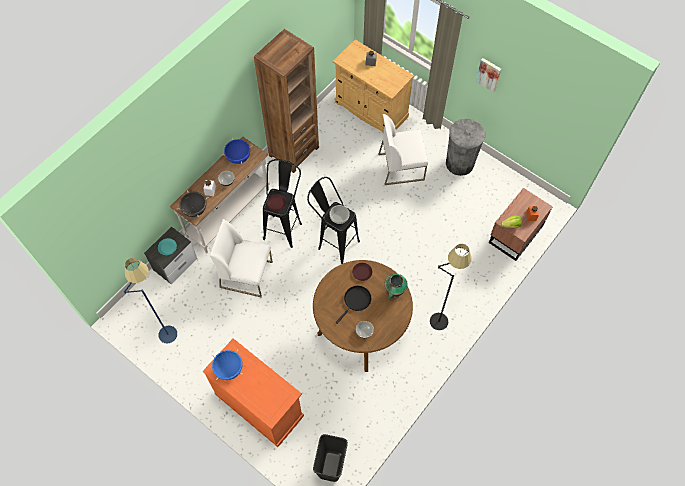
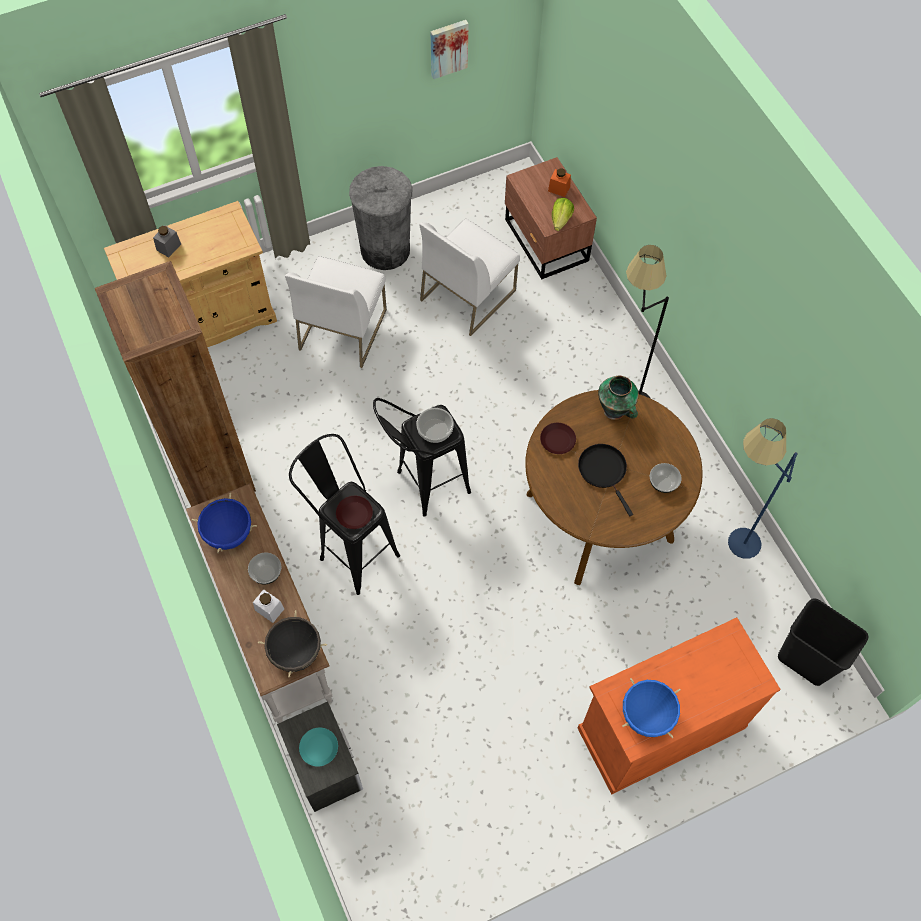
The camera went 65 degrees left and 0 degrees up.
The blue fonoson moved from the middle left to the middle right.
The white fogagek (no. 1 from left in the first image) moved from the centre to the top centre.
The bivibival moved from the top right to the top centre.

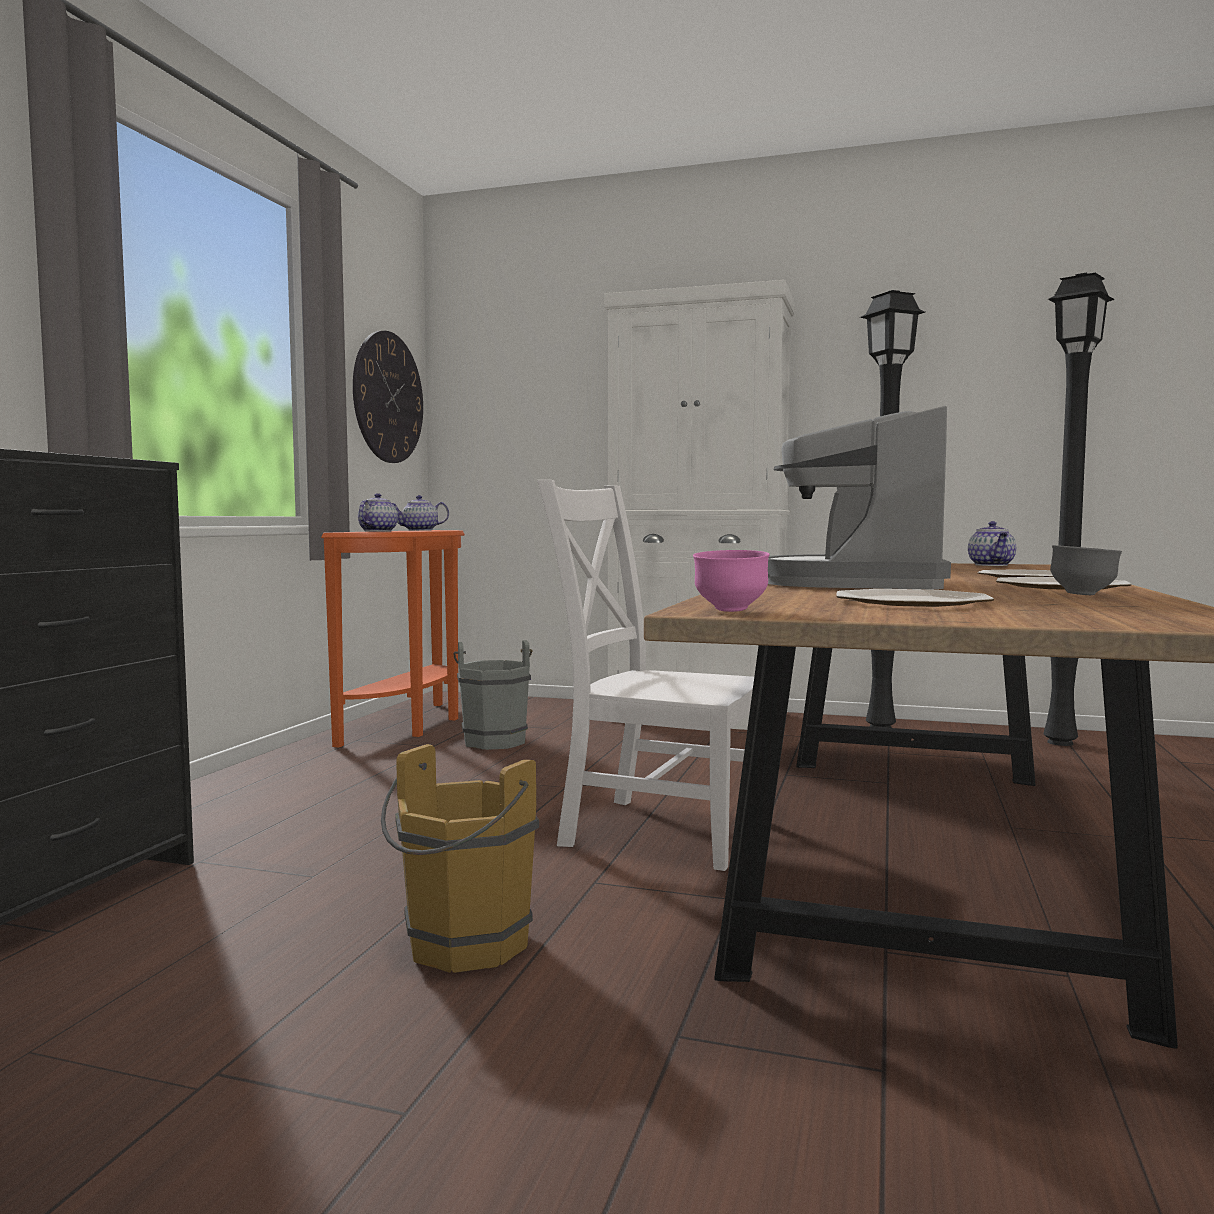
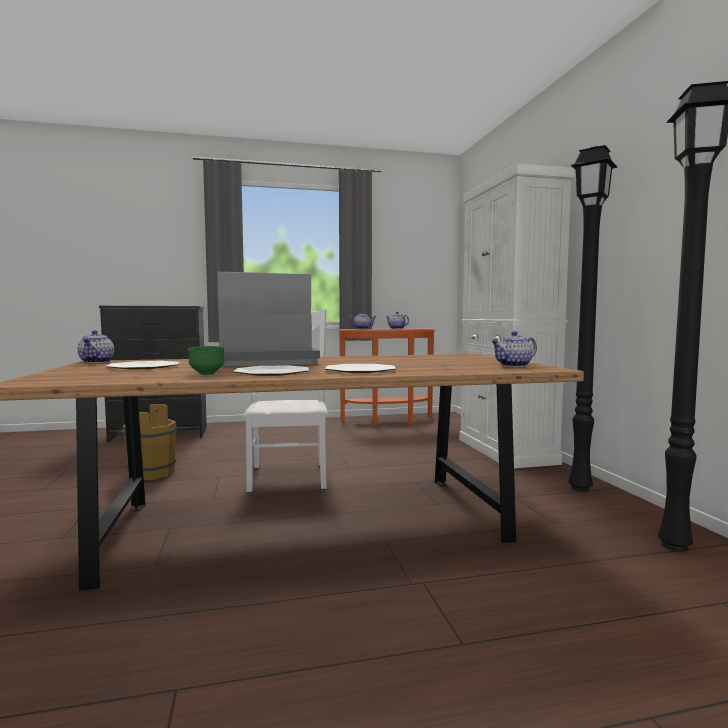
The camera went 60 degrees right and 0 degrees up.
The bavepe at the top left disappeared.
The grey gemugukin at the centre disappeared.
The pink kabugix at the centre was replaced by the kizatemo (no. 1 from left) at the middle left.
The grey kabugix at the middle right became the green kabugix at the middle left.

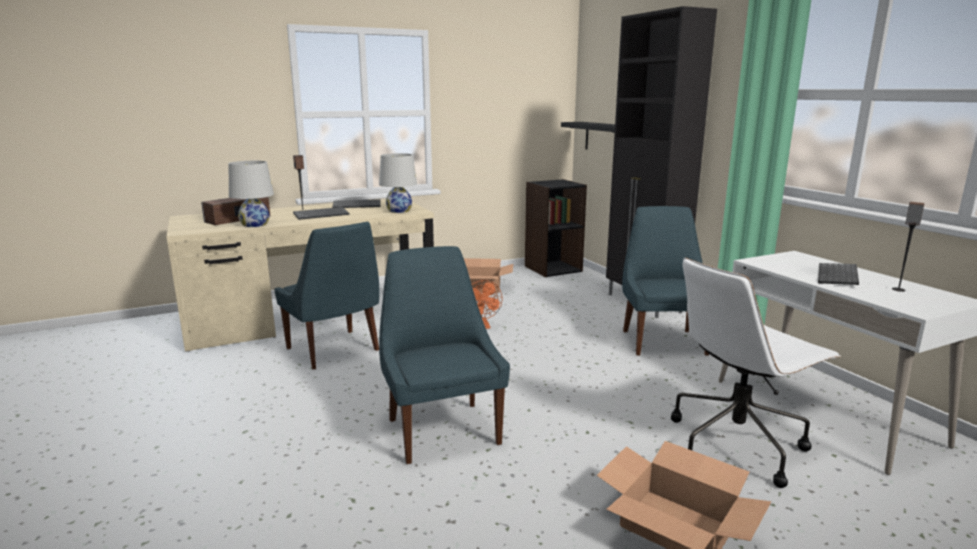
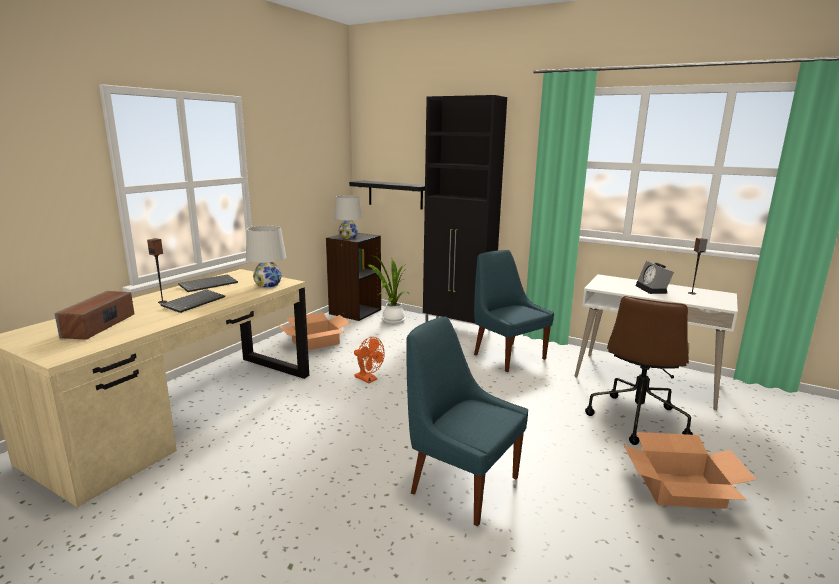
The camera went 35 degrees left and 0 degrees up.
The blue fogagek (no. 1 from left) at the centre disappeared.
The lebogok at the centre appeared.
The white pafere (no. 1 from left in the first image) moved from the middle left to the centre.
The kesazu (no. 3 from left) at the middle right was replaced by the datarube at the middle right.
The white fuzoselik at the bottom right became the brown fuzoselik at the middle right.

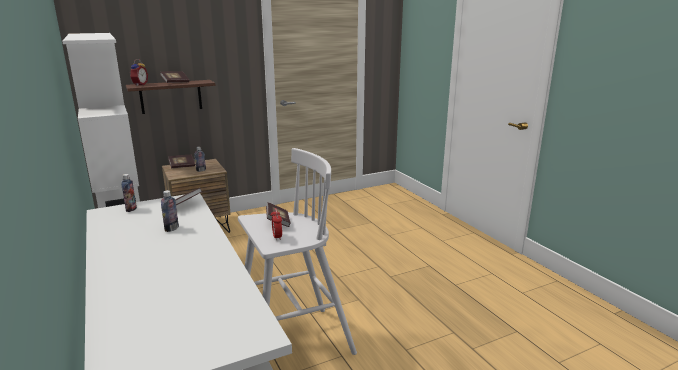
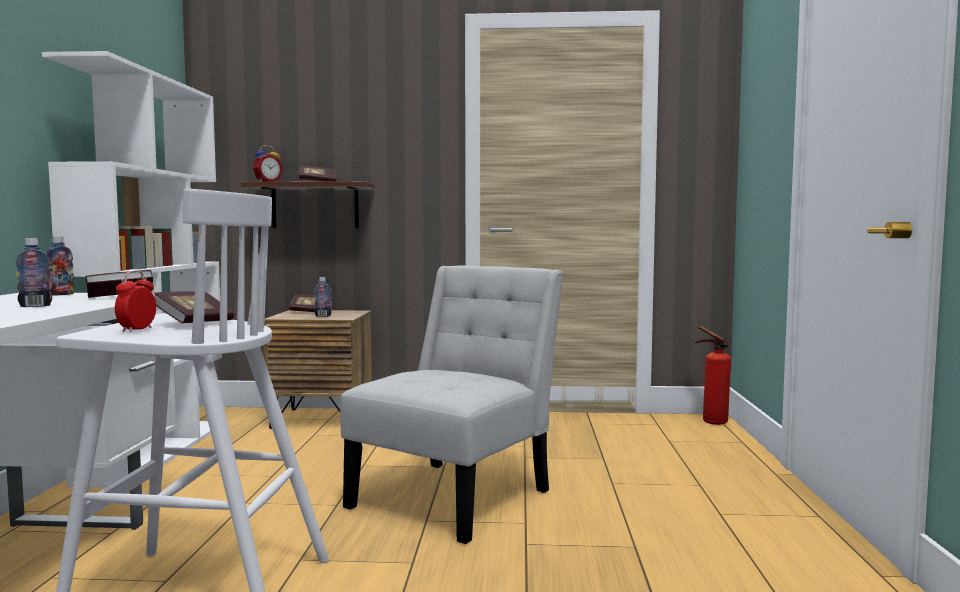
The camera went 30 degrees right and 15 degrees down.
The white fogagek at the bottom centre appeared.
The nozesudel at the middle right appeared.

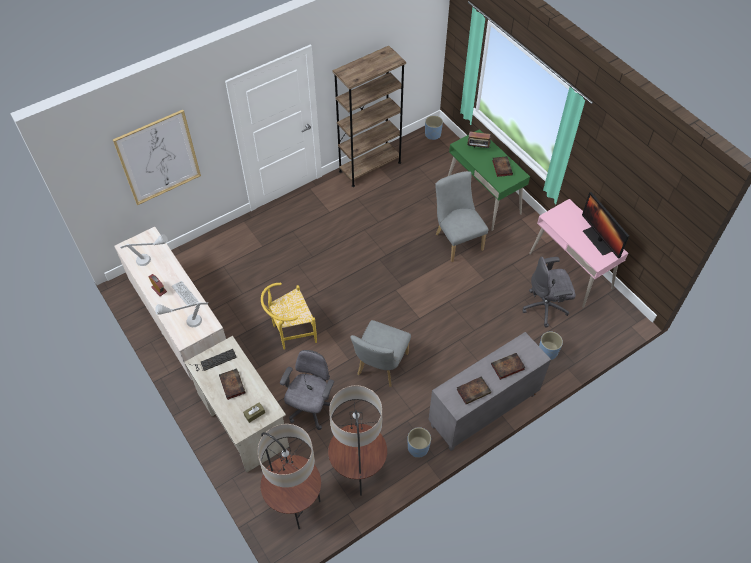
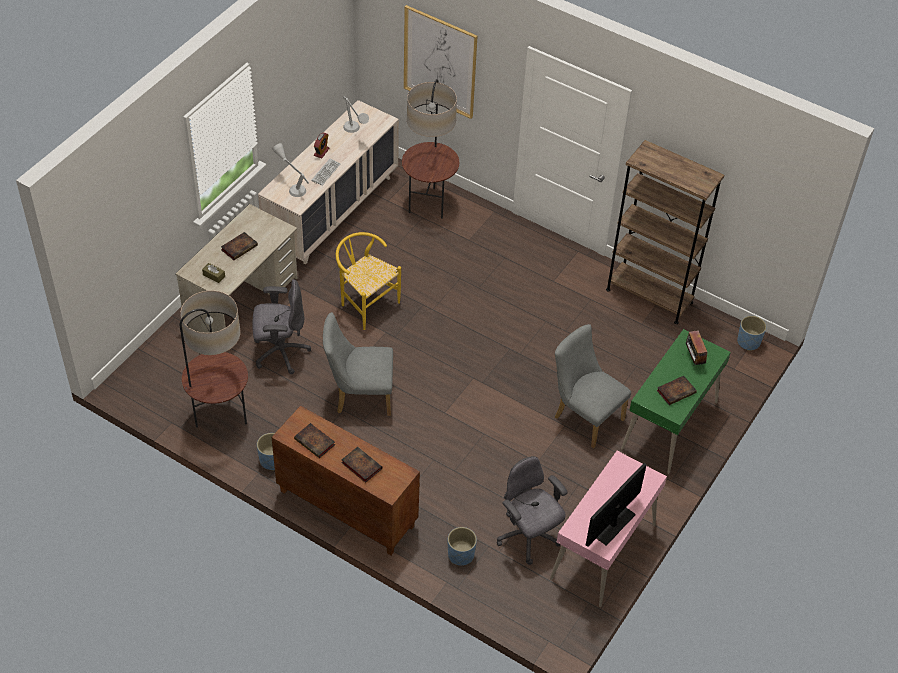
The camera went 65 degrees right and 5 degrees down.
The kesazu (no. 2 from left) at the middle left disappeared.
The fonoson (no. 1 from left in the first image) moved from the bottom centre to the top centre.
The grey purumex at the bottom centre became the brown purumex at the bottom centre.
The grey fogagek (no. 2 from left) at the centre turned 90 degrees counterclockwise.

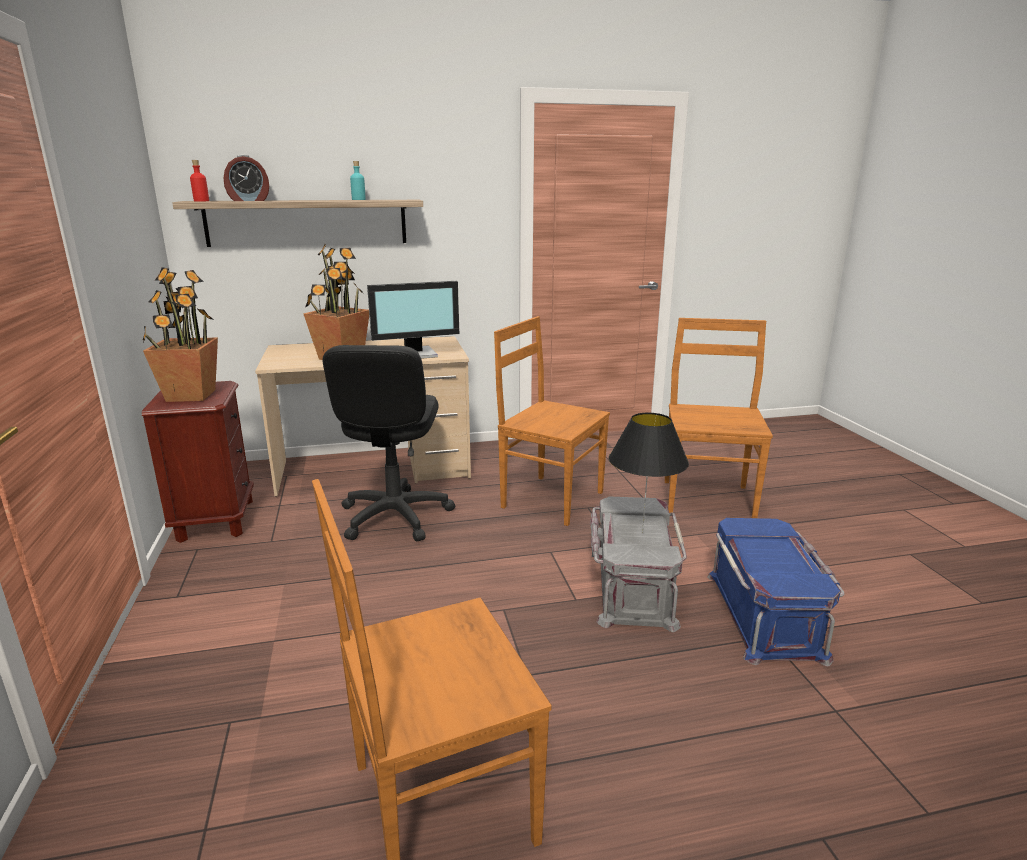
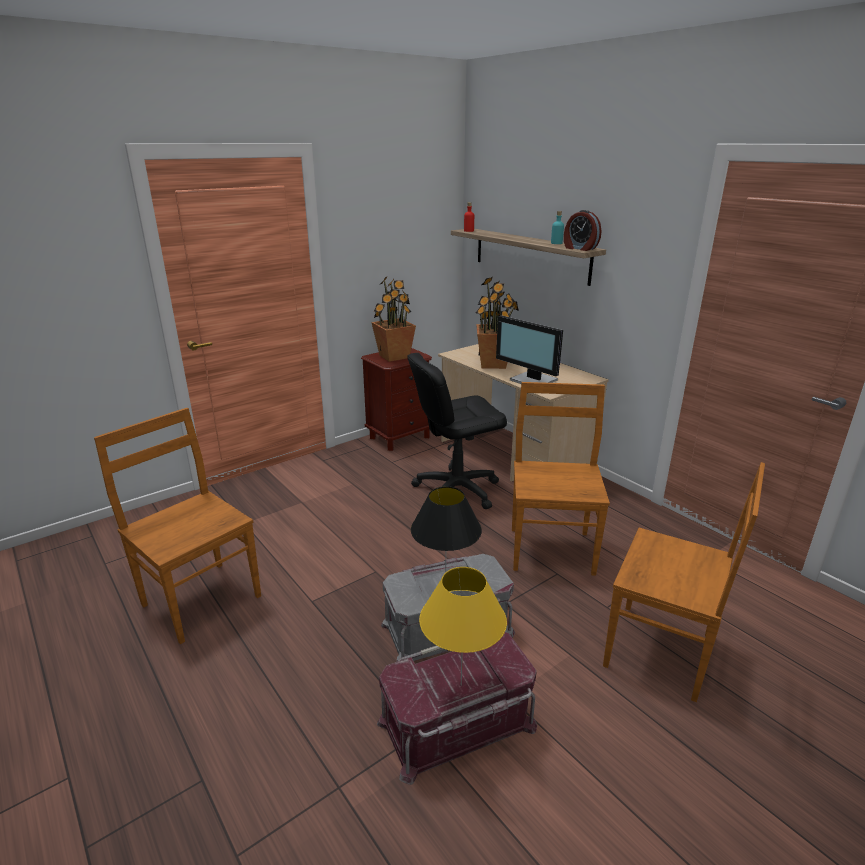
The camera went 65 degrees right and 5 degrees up.
The yellow pafere at the bottom centre appeared.
The datarube moved from the top left to the top right.
The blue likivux at the bottom right became the red likivux at the bottom centre.
The brown fogagek (no. 3 from left) at the middle right turned 45 degrees clockwise.

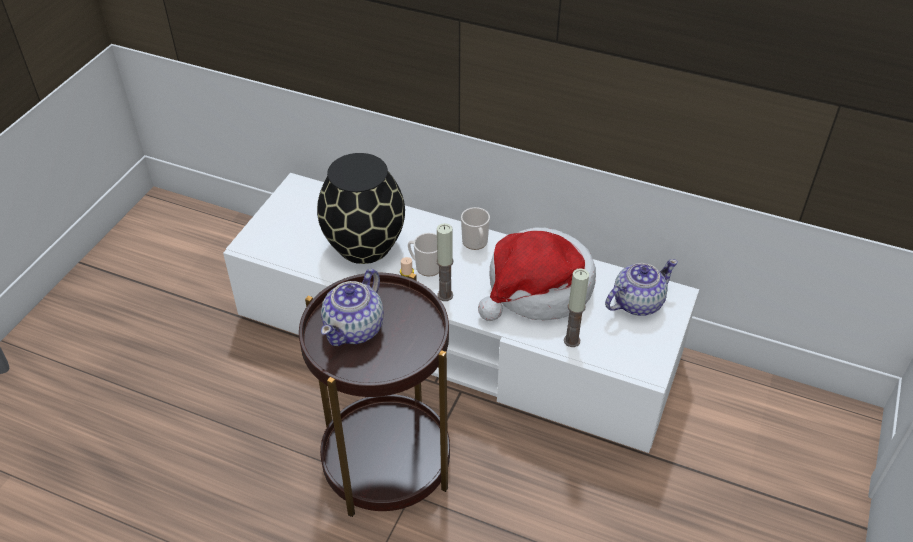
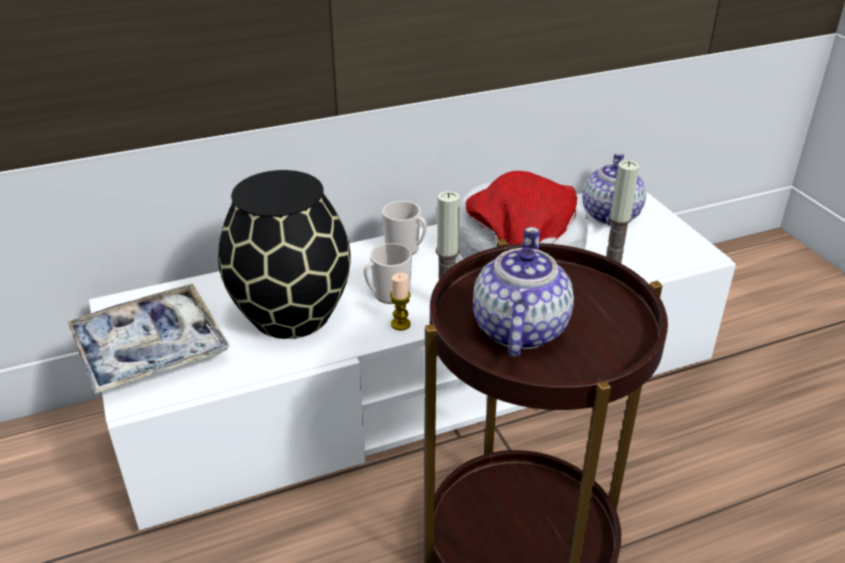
The camera went 45 degrees left and 10 degrees down.
The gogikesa at the middle left appeared.
The kizatemo (no. 1 from left) at the centre turned 150 degrees counterclockwise.

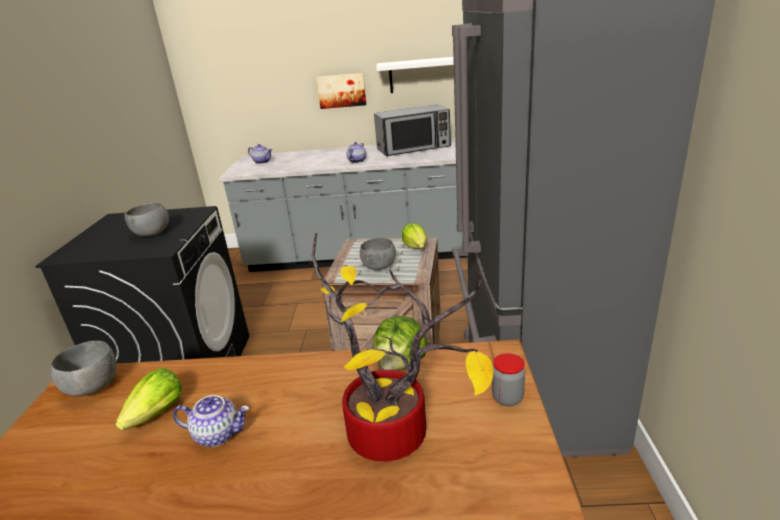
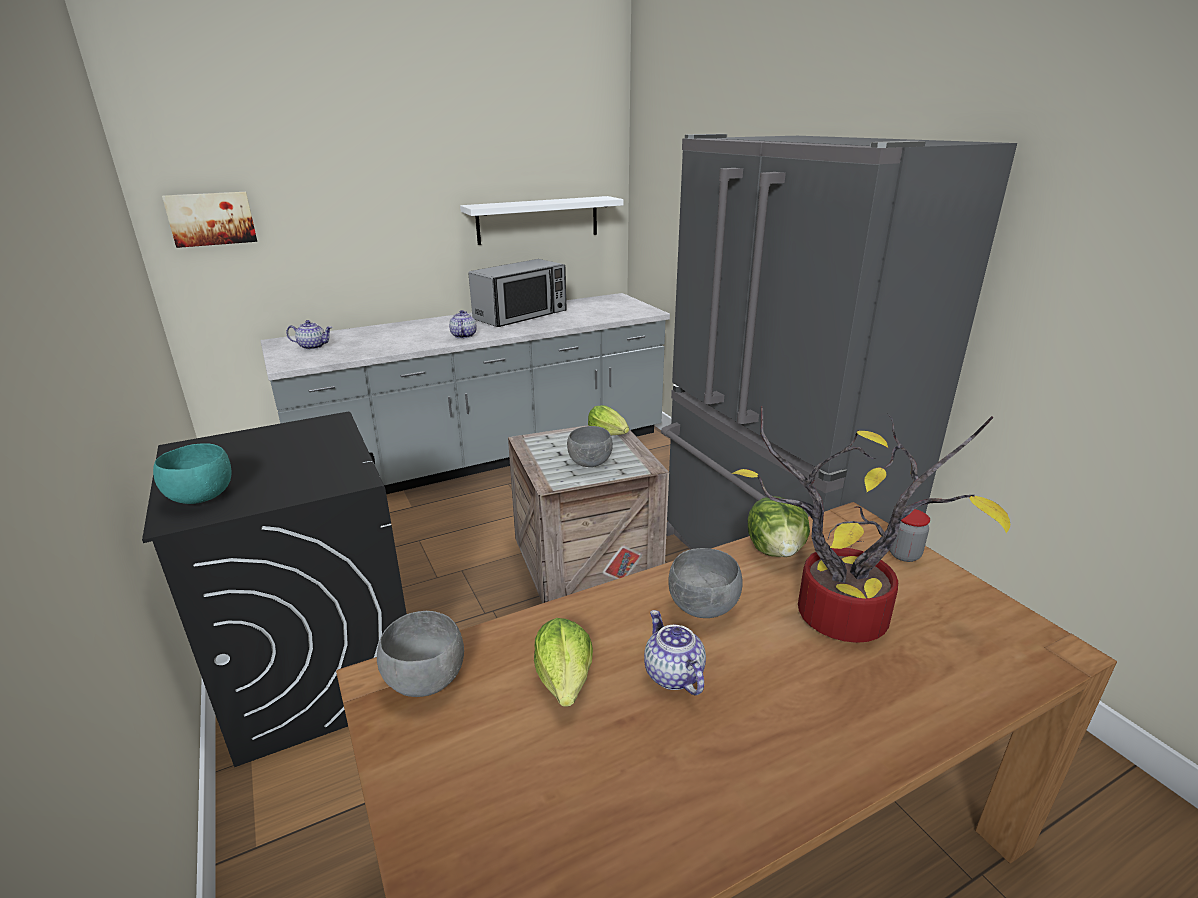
The camera went 30 degrees left and 0 degrees up.
The turquoise kabugix at the middle left appeared.
The grey kabugix (no. 2 from left in the first image) moved from the middle left to the centre.
The bivibival moved from the top centre to the top left.
The kizatemo (no. 1 from left in the first image) at the bottom left turned 90 degrees counterclockwise.

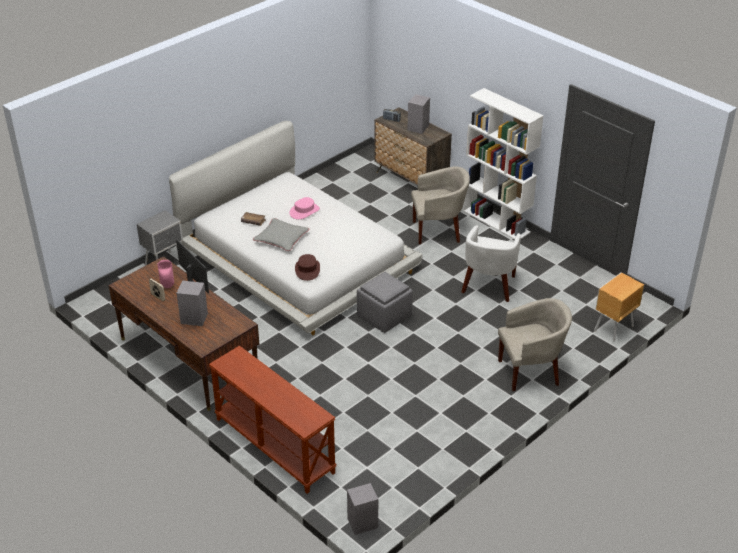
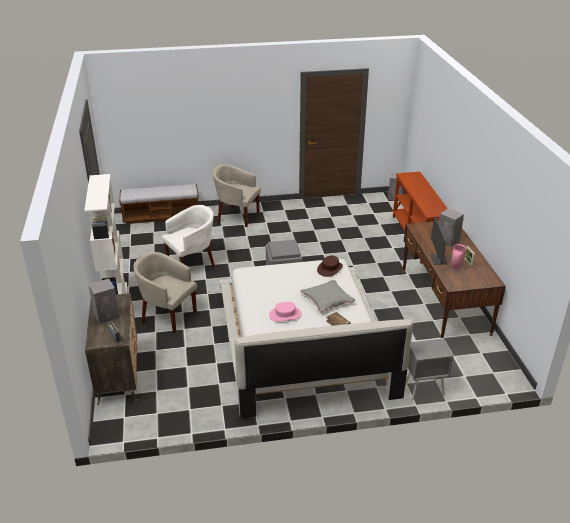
The camera went 145 degrees left and 5 degrees down.
The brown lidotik at the middle right was replaced by the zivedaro at the middle left.

